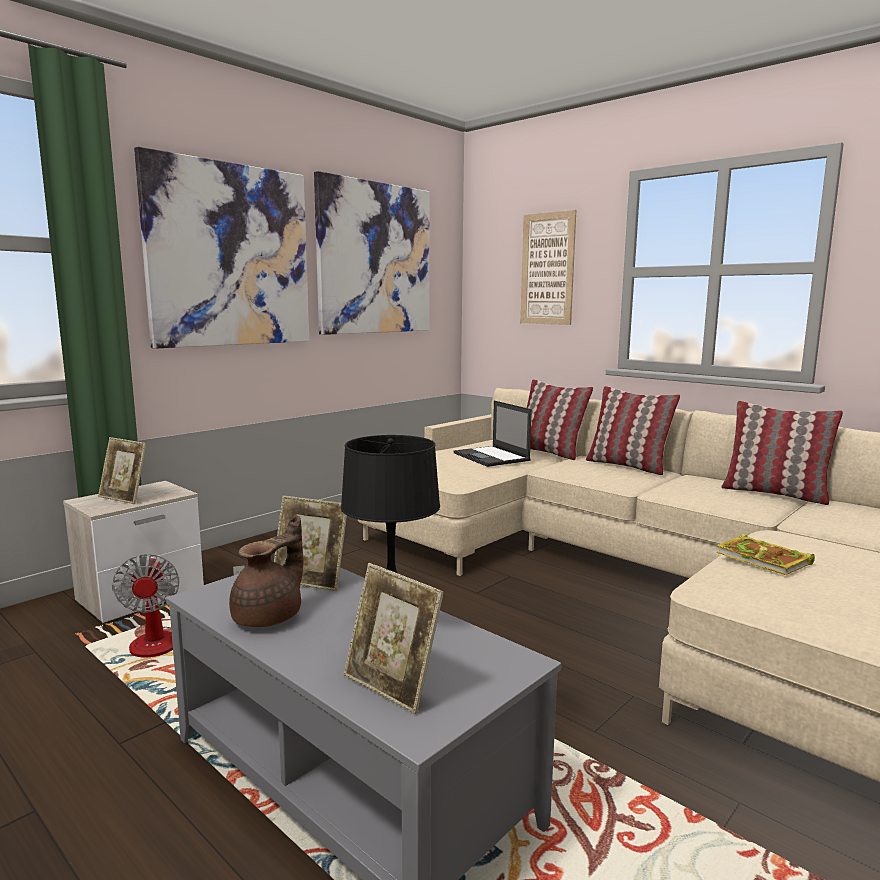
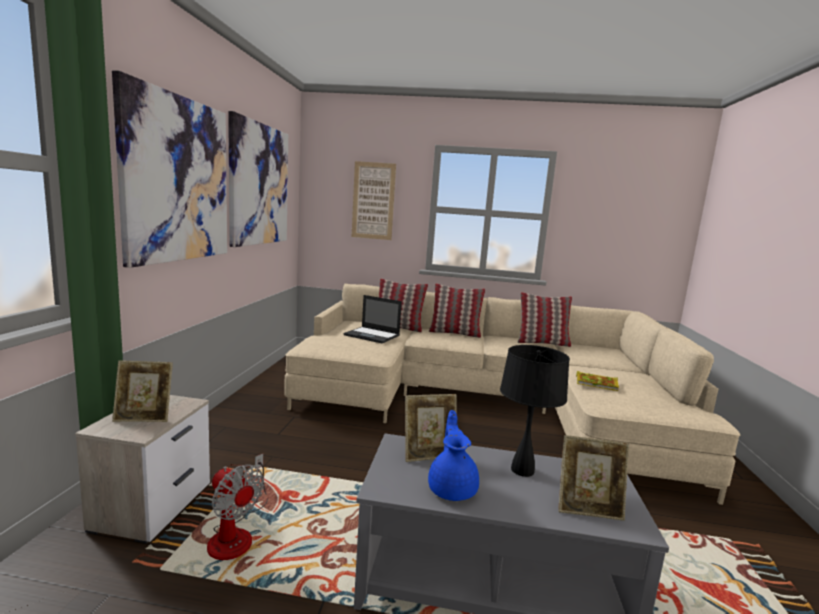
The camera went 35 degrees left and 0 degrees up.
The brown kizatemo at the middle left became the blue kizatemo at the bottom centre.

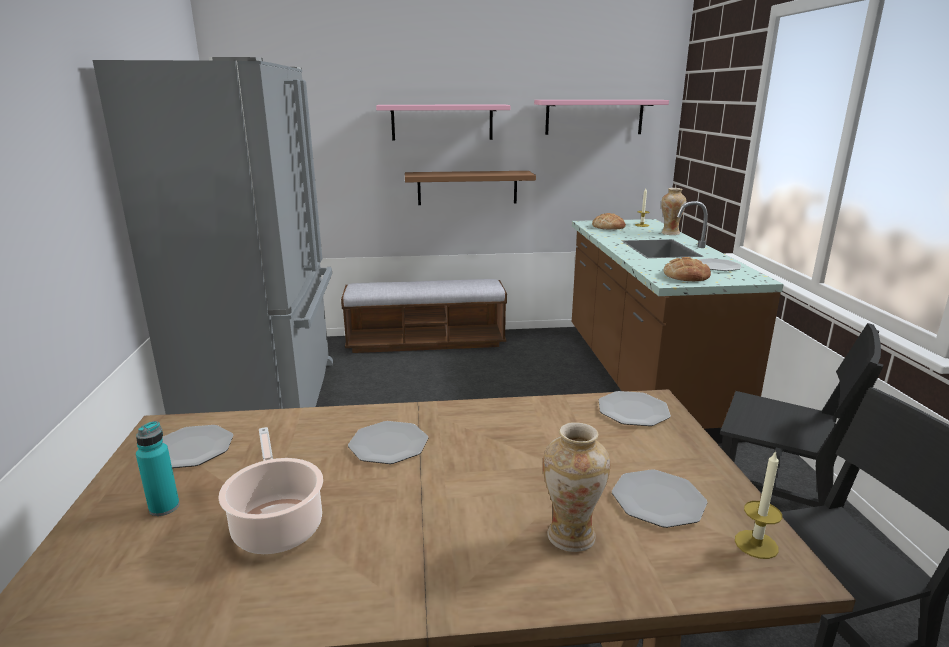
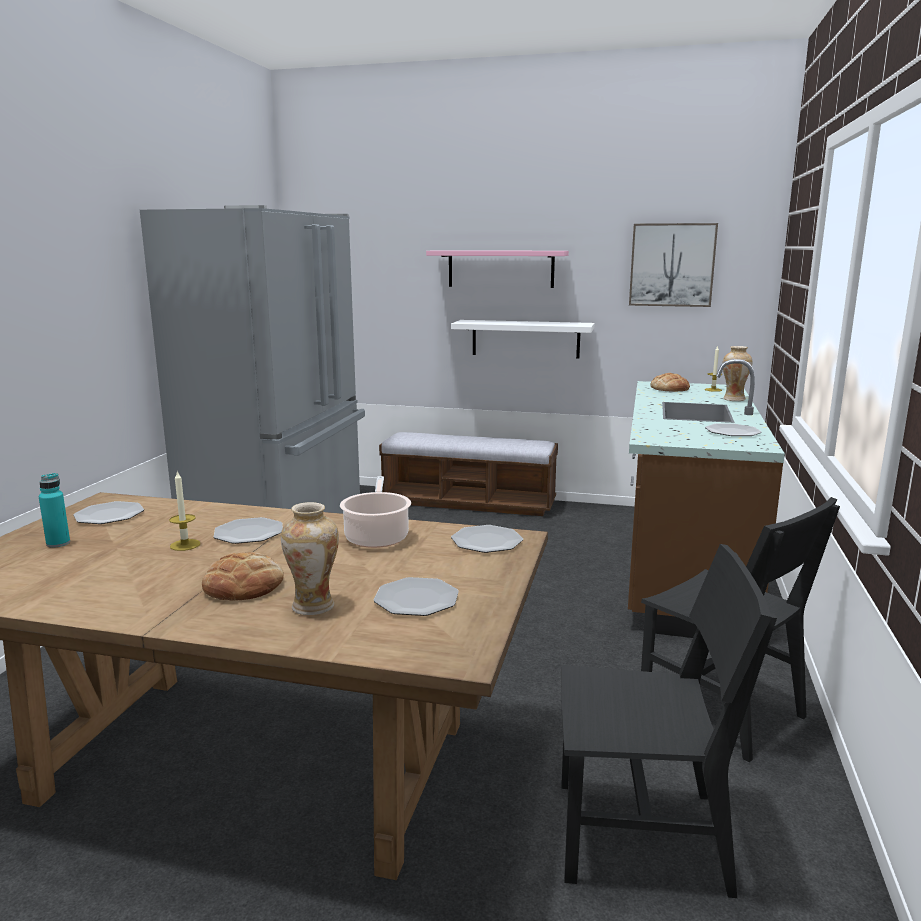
The camera went 20 degrees right and 5 degrees down.
The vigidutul moved from the bottom left to the centre.
The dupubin (no. 2 from left in the first image) moved from the middle right to the middle left.
The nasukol (no. 2 from left in the first image) moved from the bottom right to the middle left.
The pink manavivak (no. 2 from left) at the top centre was replaced by the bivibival at the top right.
The brown manavivak at the top centre became the white manavivak at the centre.

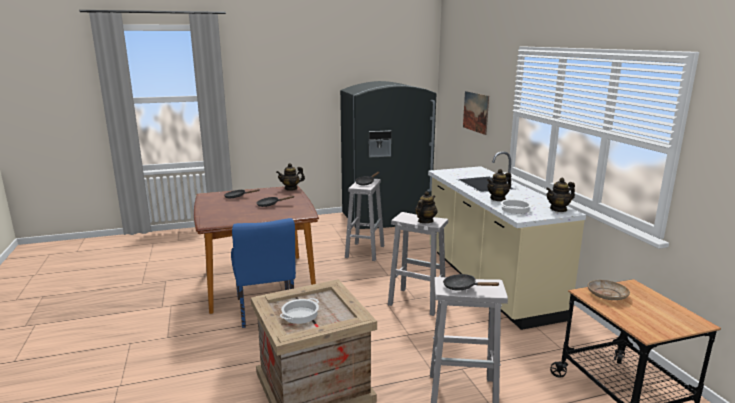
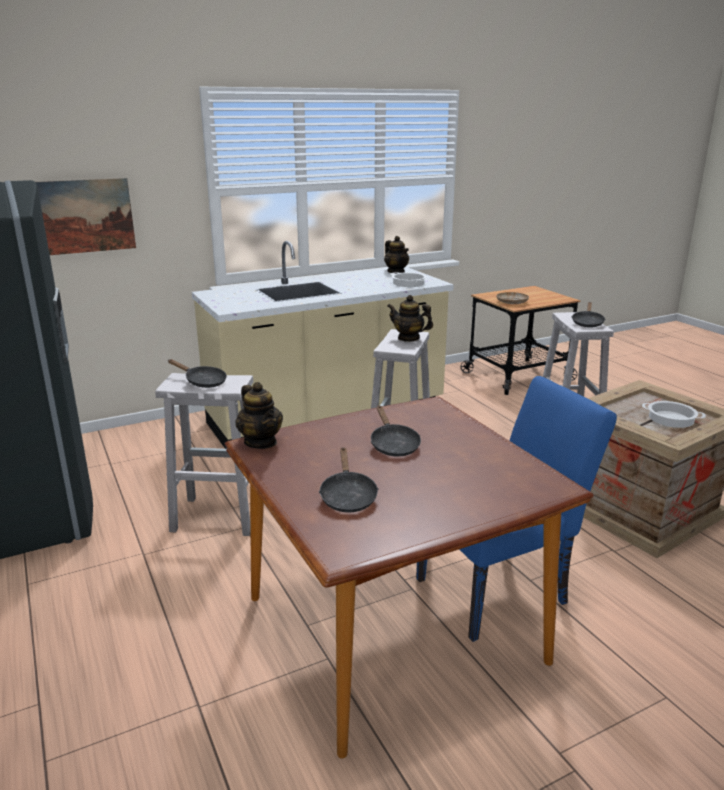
The camera went 100 degrees left and 5 degrees up.
The kizatemo (no. 3 from left) at the middle right disappeared.

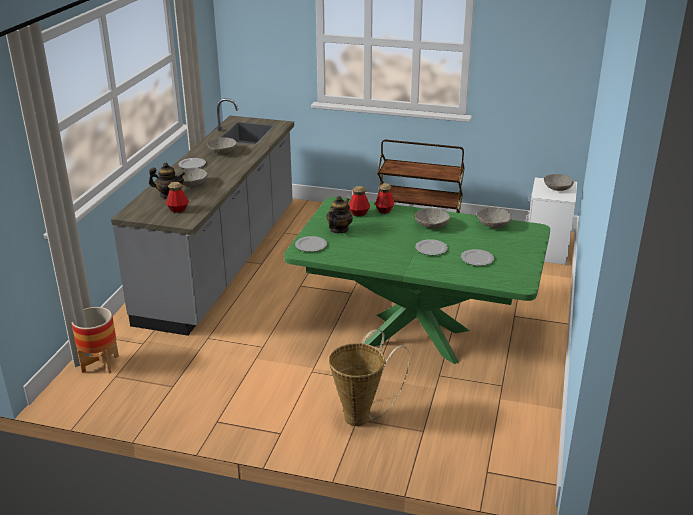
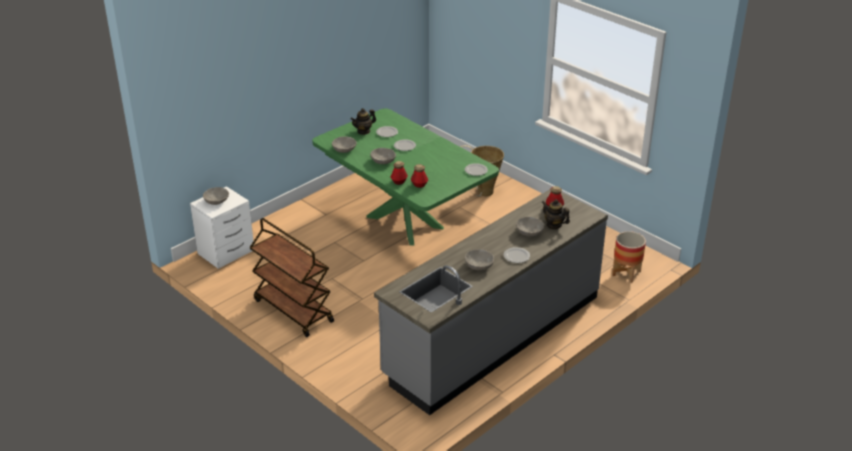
The camera went 150 degrees left and 5 degrees up.
The kizatemo (no. 2 from left in the first image) moved from the centre to the top centre.

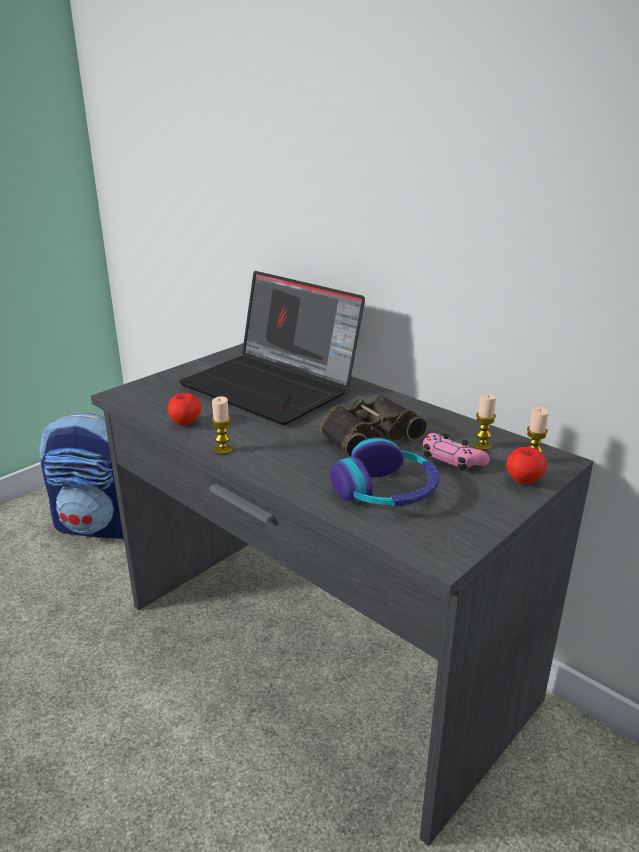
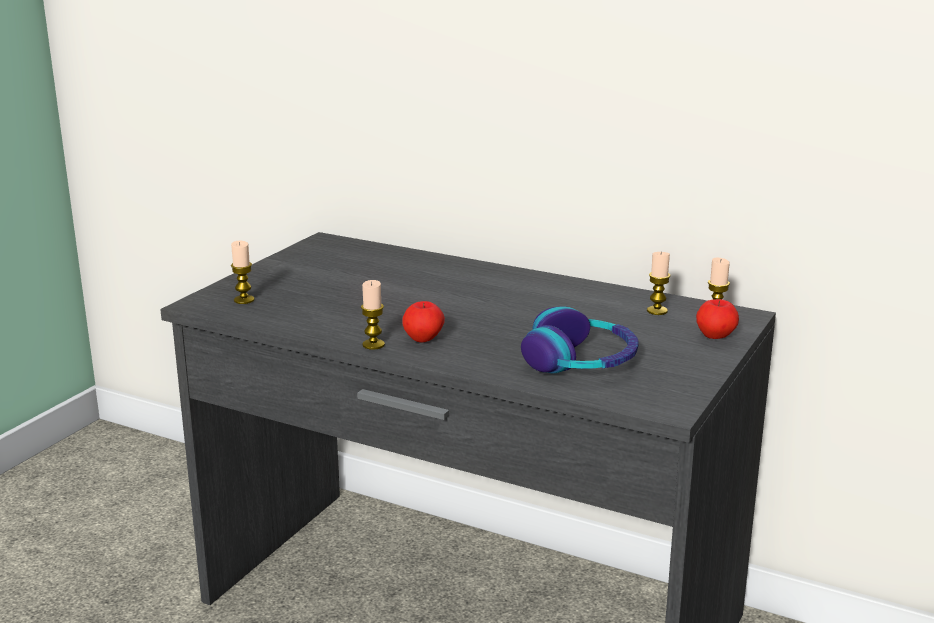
The camera went 15 degrees left and 5 degrees down.
The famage at the middle left disappeared.
The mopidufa at the centre disappeared.
The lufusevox at the centre disappeared.
The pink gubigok at the middle right disappeared.
The nasukol (no. 1 from left) at the middle left appeared.
The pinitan (no. 1 from left) moved from the middle left to the centre.

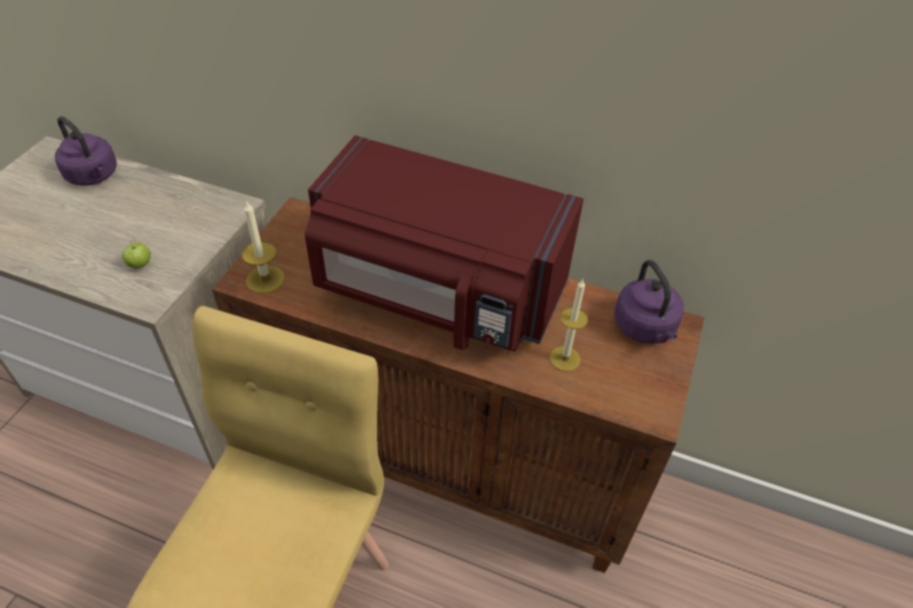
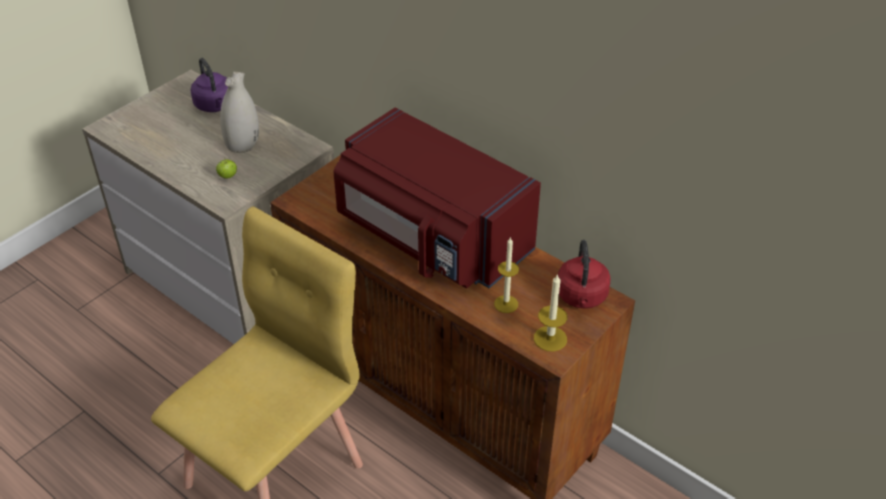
The camera went 20 degrees right and 5 degrees down.
The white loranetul at the top left appeared.
The nasukol (no. 1 from left in the first image) moved from the middle left to the centre.
The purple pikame (no. 2 from left) at the middle right became the red pikame at the centre.

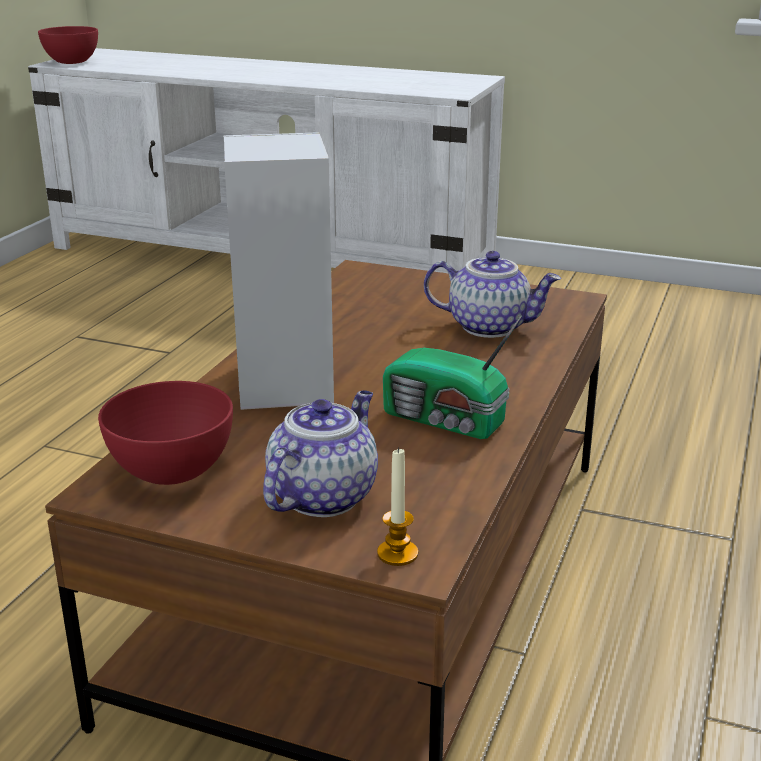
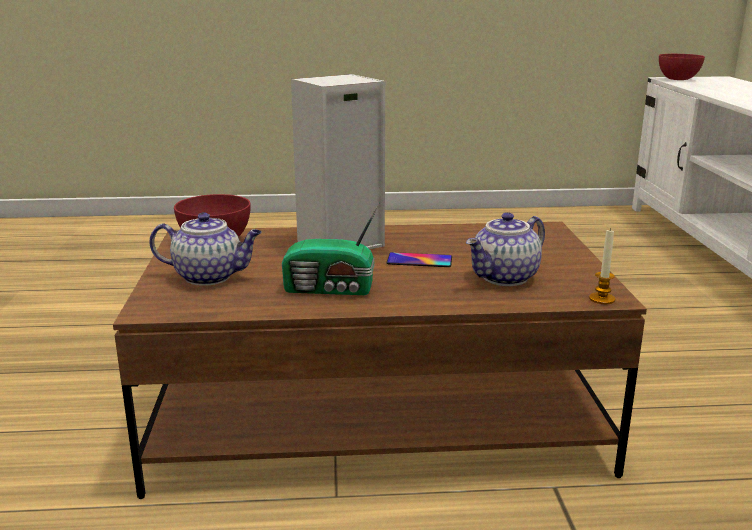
The camera went 65 degrees right and 5 degrees down.
The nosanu at the centre appeared.
The nasukol moved from the centre to the middle right.
The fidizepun at the centre turned 90 degrees counterclockwise.
The kizatemo (no. 2 from left) at the centre turned 60 degrees clockwise.

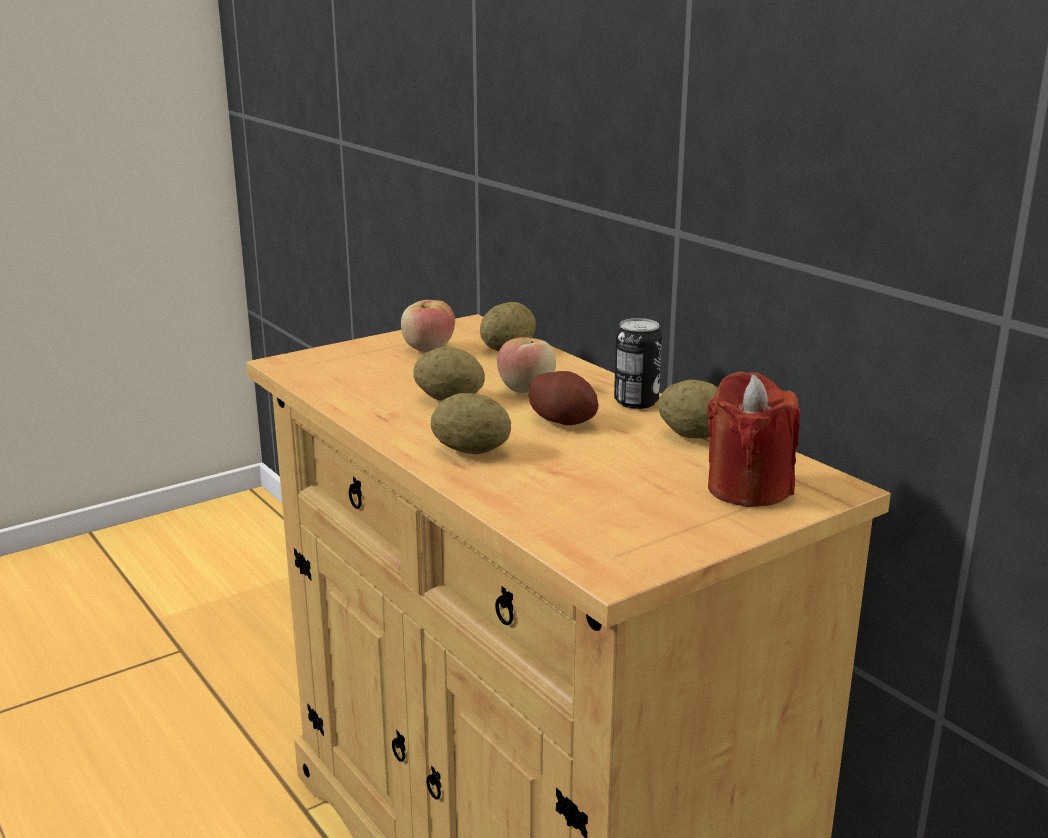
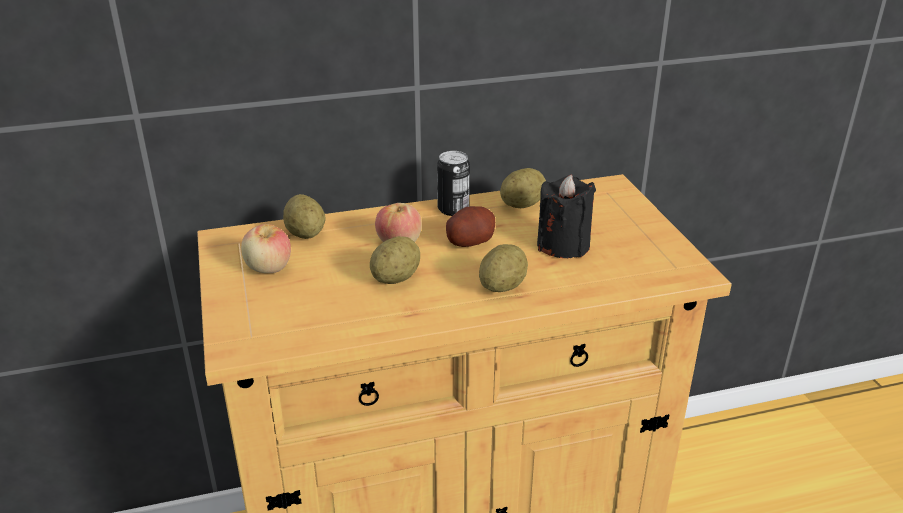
The camera went 70 degrees left and 10 degrees up.
The red nasukol at the middle right disappeared.
The black nasukol at the centre appeared.

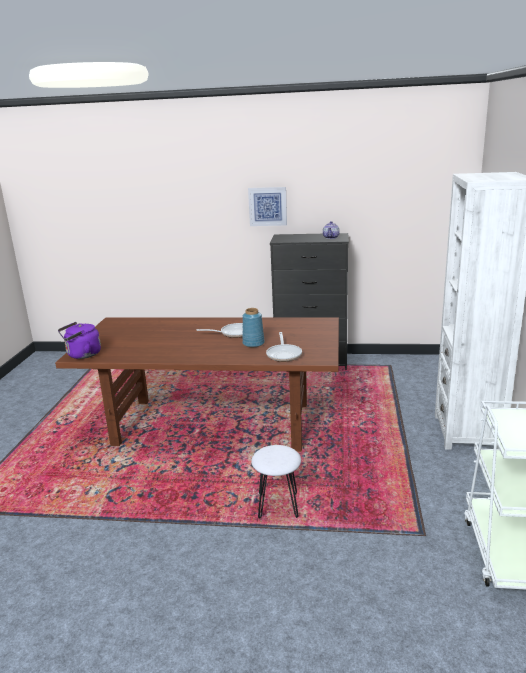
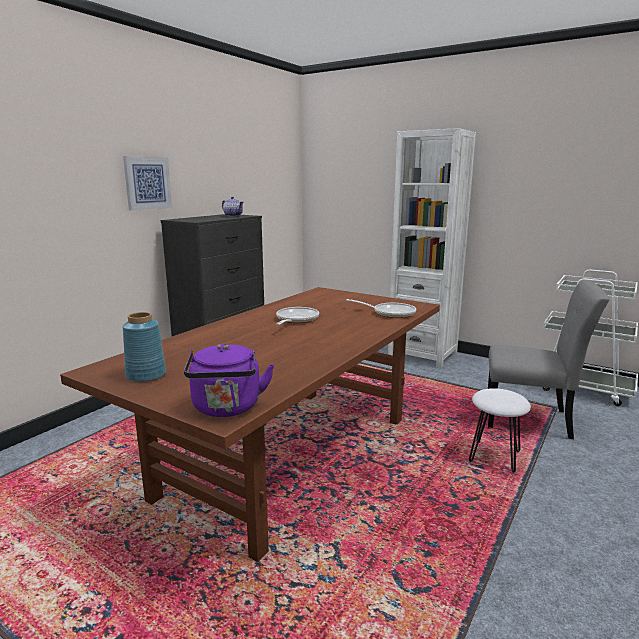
The camera went 65 degrees left and 5 degrees down.
The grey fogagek at the middle right appeared.
The blue loranetul moved from the centre to the middle left.

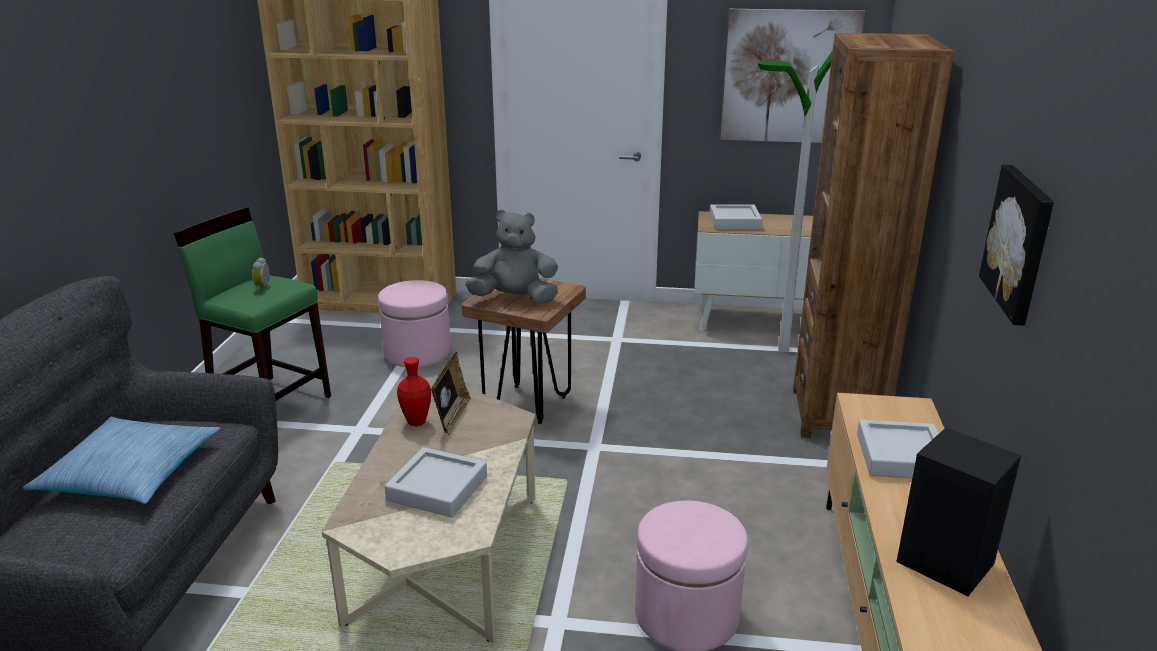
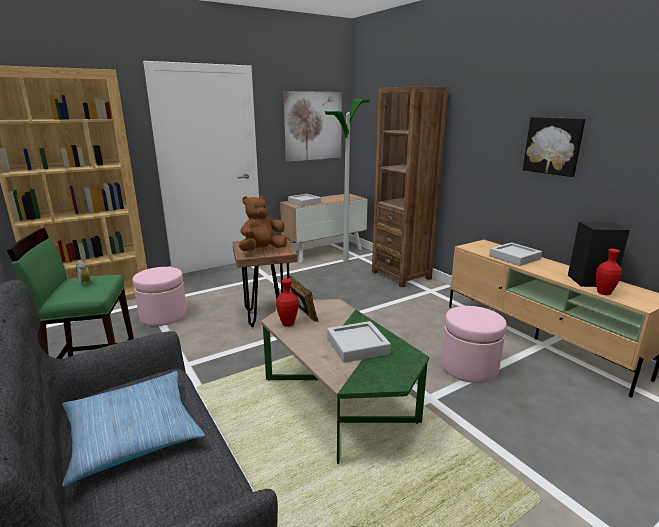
The camera went 40 degrees left and 5 degrees down.
The red loranetul (no. 2 from left) at the middle right appeared.
The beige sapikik at the bottom centre became the green sapikik at the bottom centre.
The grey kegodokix at the centre became the brown kegodokix at the centre.

